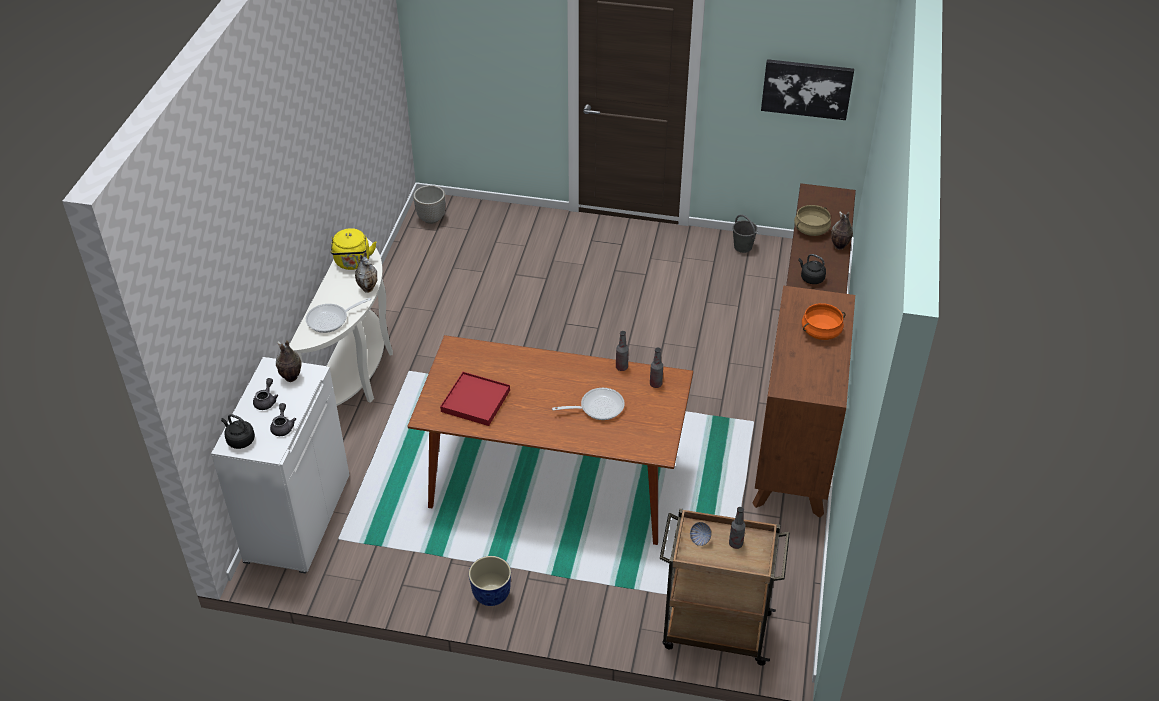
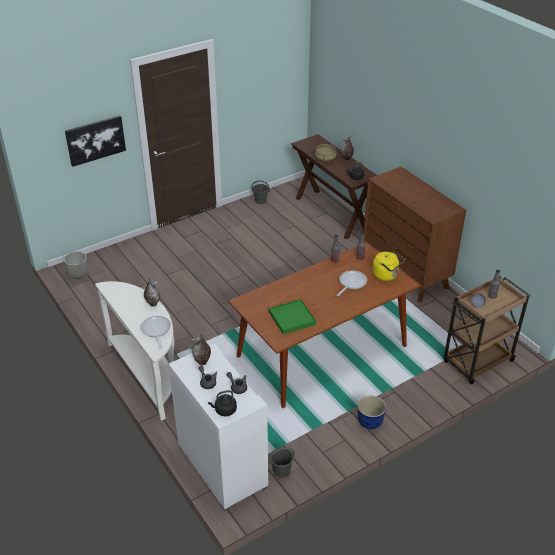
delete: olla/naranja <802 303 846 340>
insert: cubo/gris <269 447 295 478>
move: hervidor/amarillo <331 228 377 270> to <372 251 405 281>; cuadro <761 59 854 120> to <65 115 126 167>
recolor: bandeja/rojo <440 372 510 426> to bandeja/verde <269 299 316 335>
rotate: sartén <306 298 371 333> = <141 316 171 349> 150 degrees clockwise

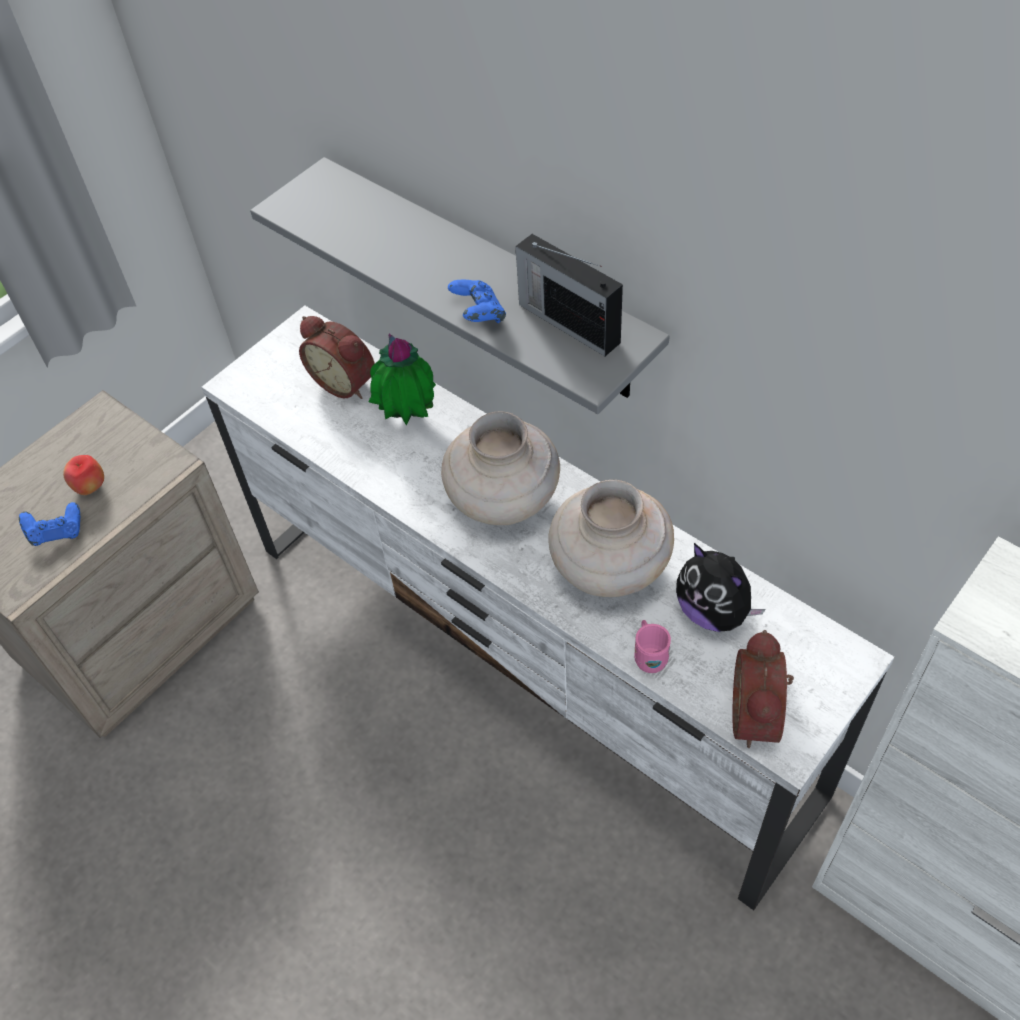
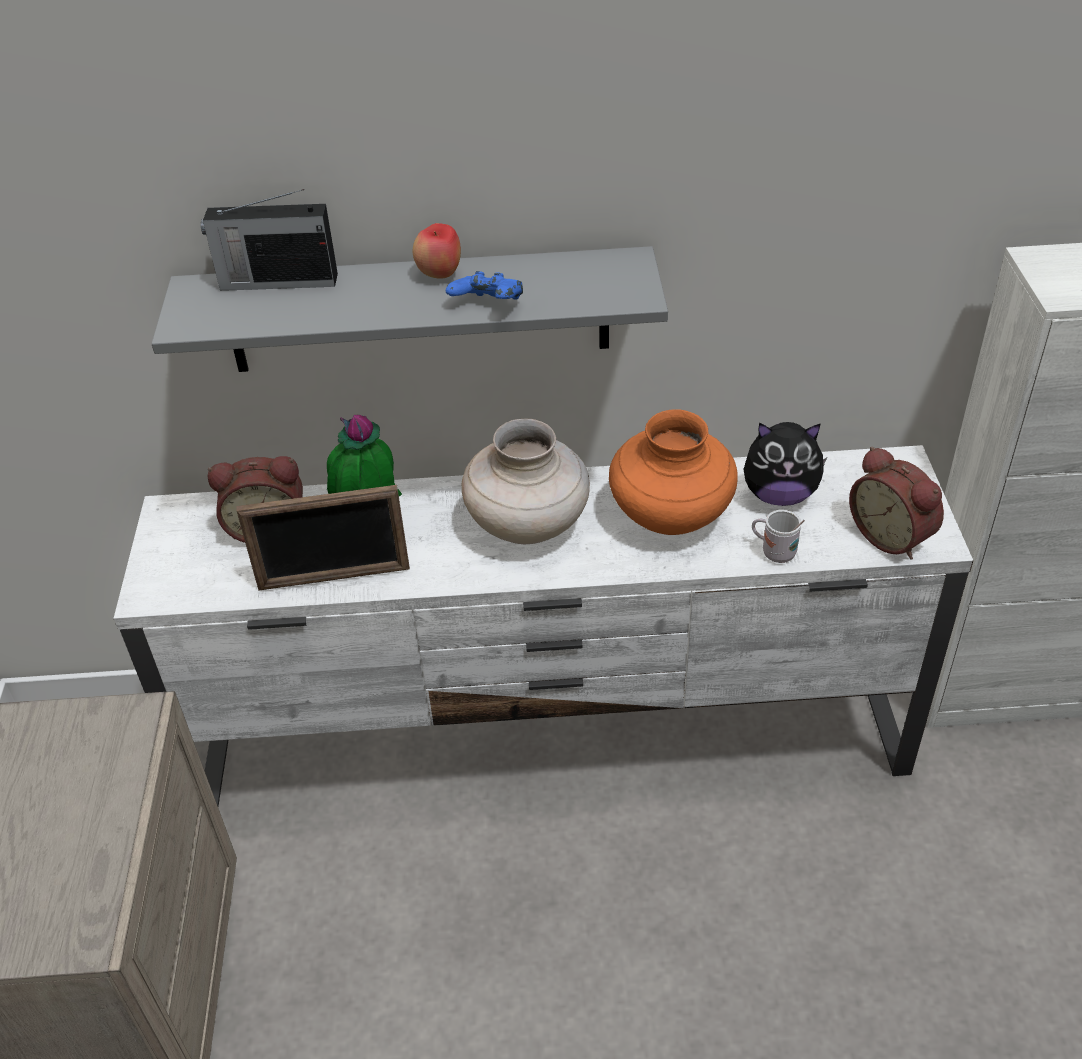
delete: mando de consola/azul <19 502 80 546>
insert: portarretratos <236 485 410 591>
move: manzana <63 455 104 495> to <413 223 461 279>; radio <515 234 623 356> to <201 189 338 291>
recolor: florero/beis <548 480 674 597> to florero/naranja <609 409 738 535>; taza grande/rosa <634 620 671 673> to taza grande/blanco <752 510 805 563>

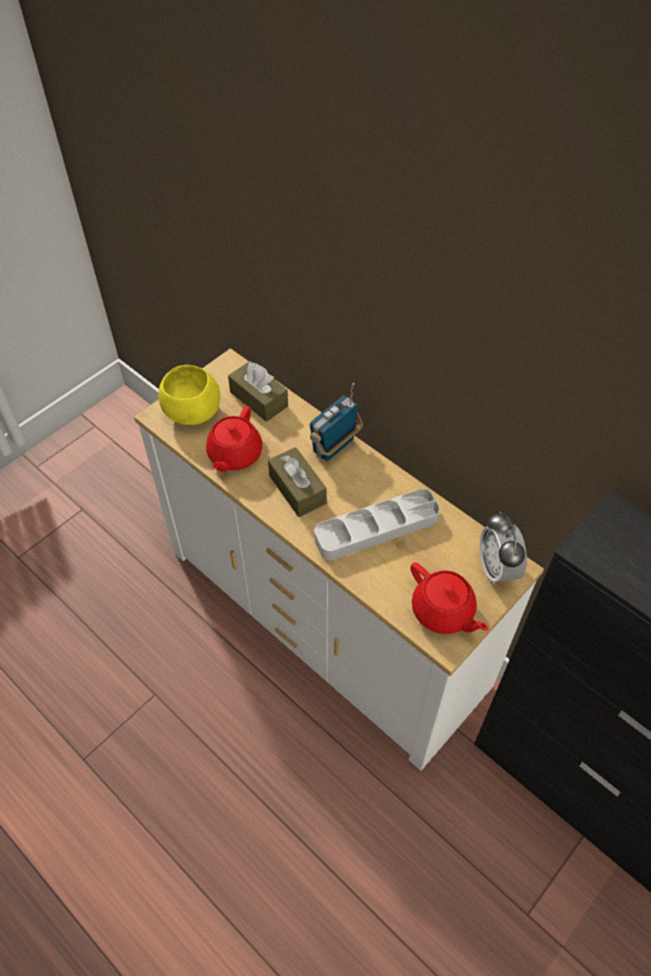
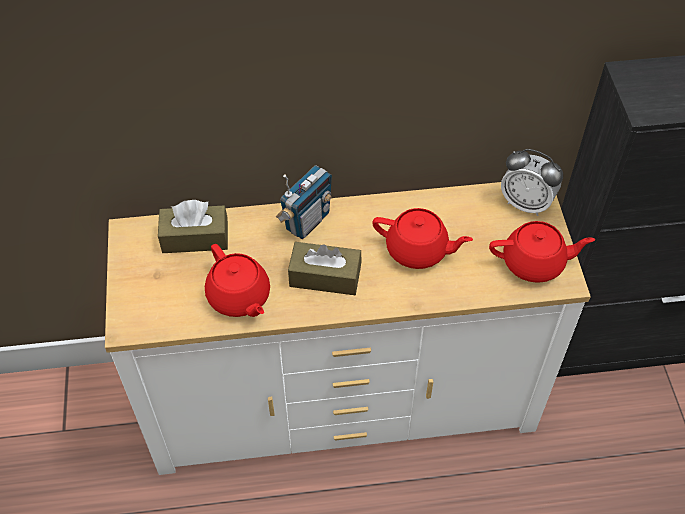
delete: cuenco/amarillo <158 365 220 425>
replace: bandeja/gris <314 489 440 560> to tetera/rojo <372 208 473 269>
rotate: radio <310 383 363 461> = <276 165 332 239> 135 degrees counterclockwise

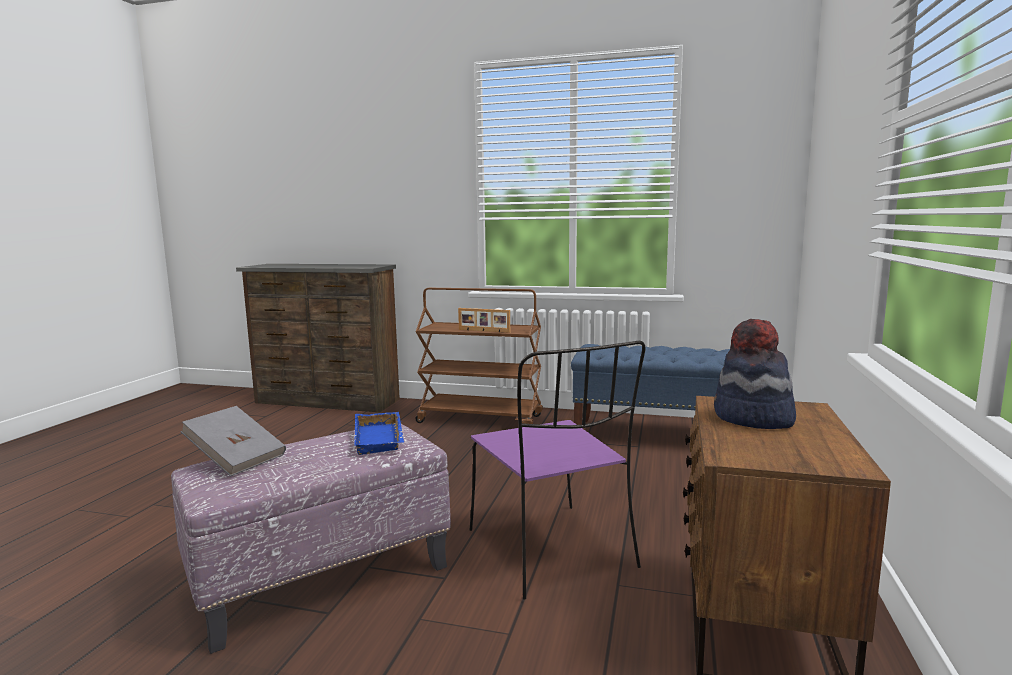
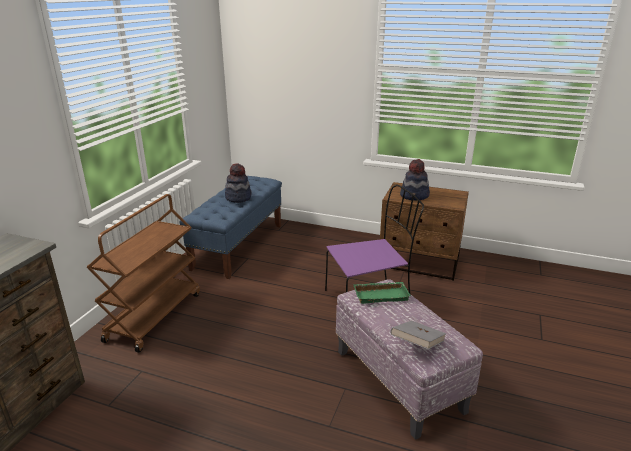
delete: portarretratos <458 308 510 333>
insert: sombrero <225 163 252 203>
recolor: bandeja/azul <354 412 404 455> to bandeja/verde <353 282 411 304>

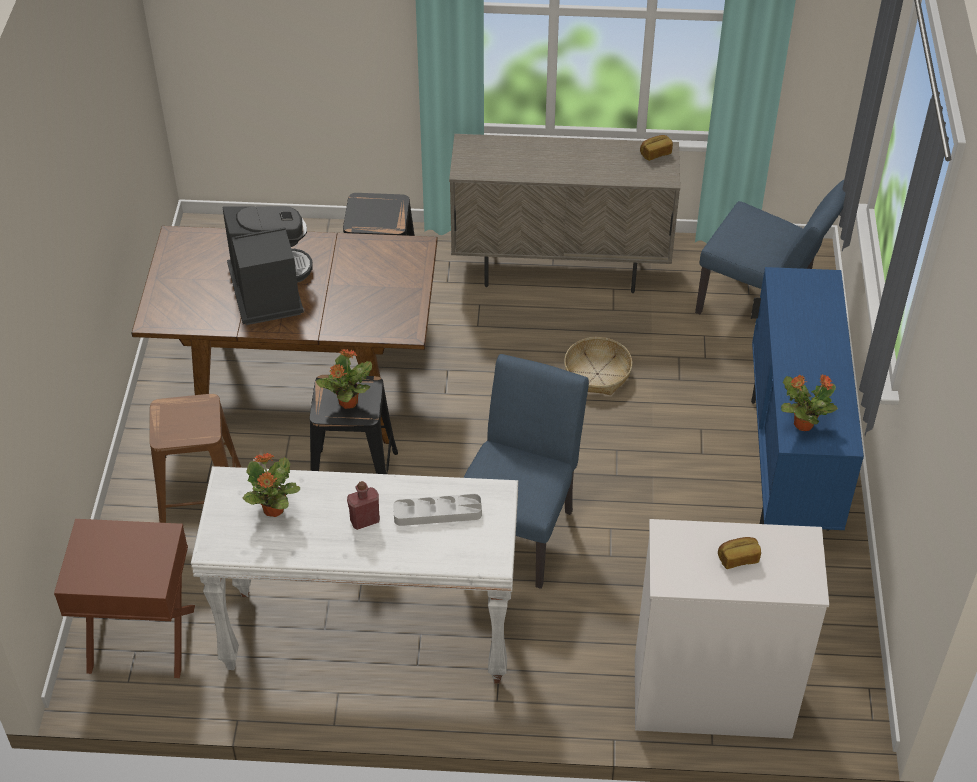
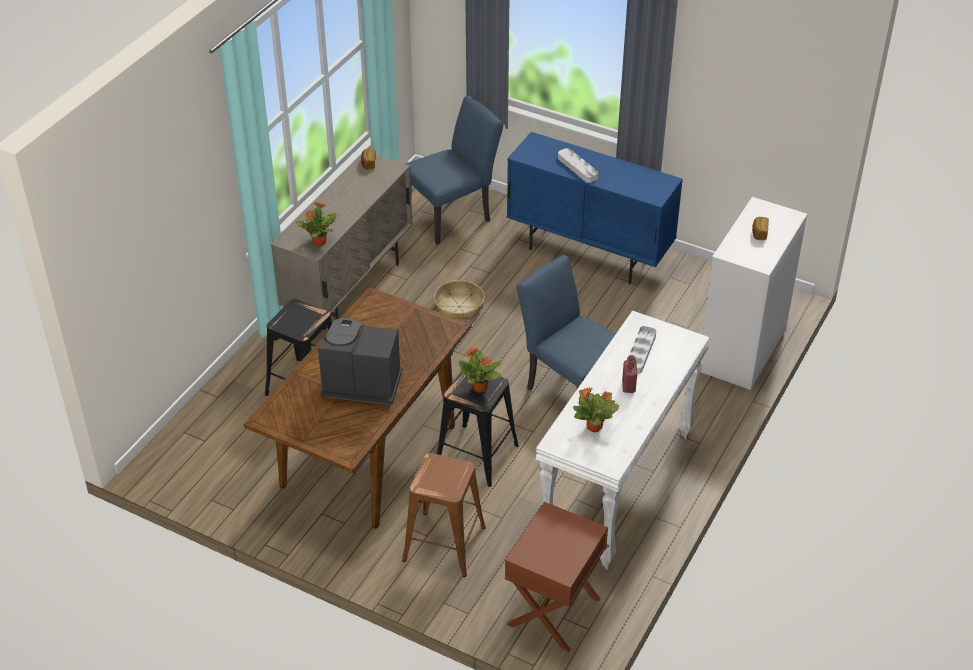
insert: bandeja/gris <558 148 598 183>
move: planta en maceta <781 375 838 431> to <296 202 337 246>

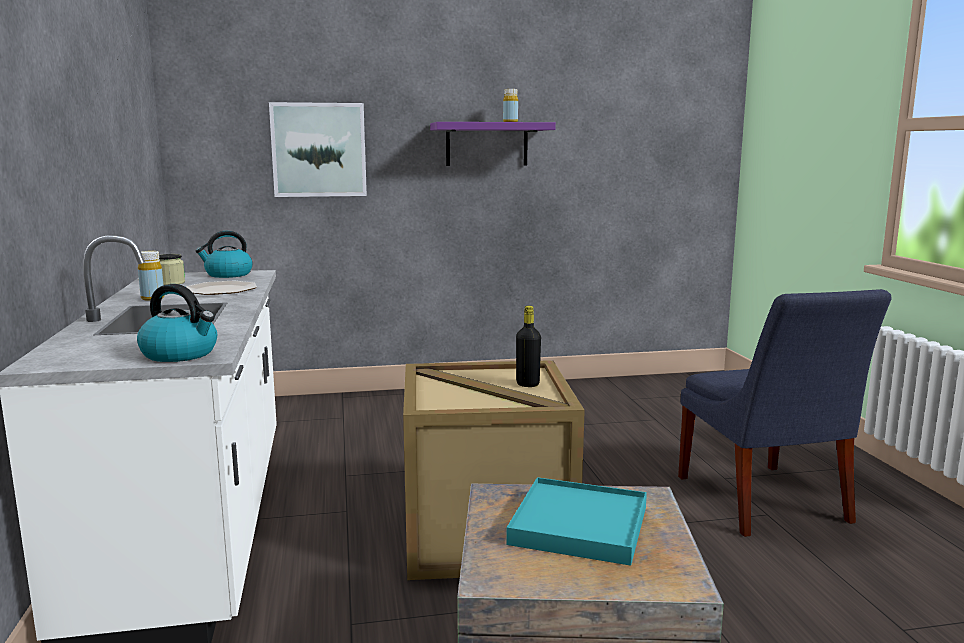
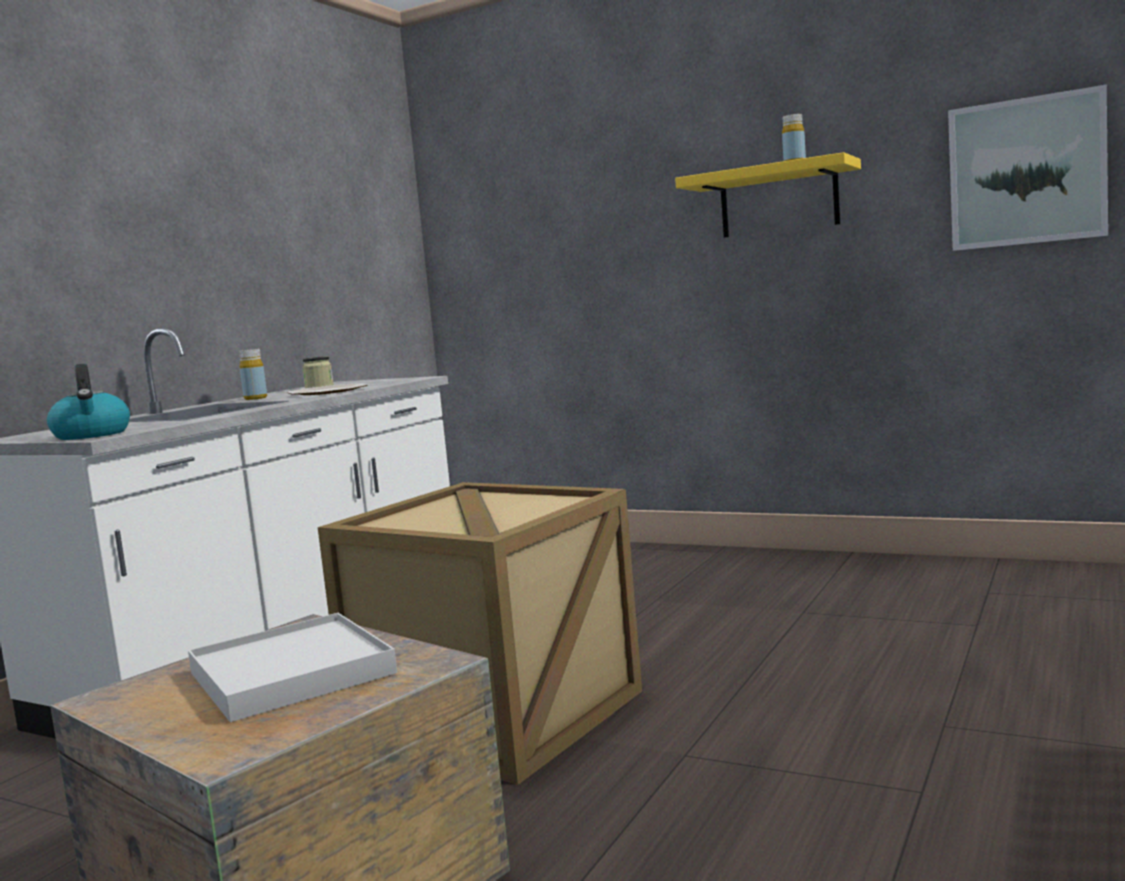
delete: hervidor <195 231 253 278>; botella/negro <516 306 541 387>; silla/azul <678 289 891 537>
move: cuadro <269 102 367 197> to <948 85 1108 251>
recolor: estante/morado <430 122 556 166> to estante/amarillo <675 152 861 238>; bandeja/turquesa <506 477 647 566> to bandeja/blanco <188 613 397 722>

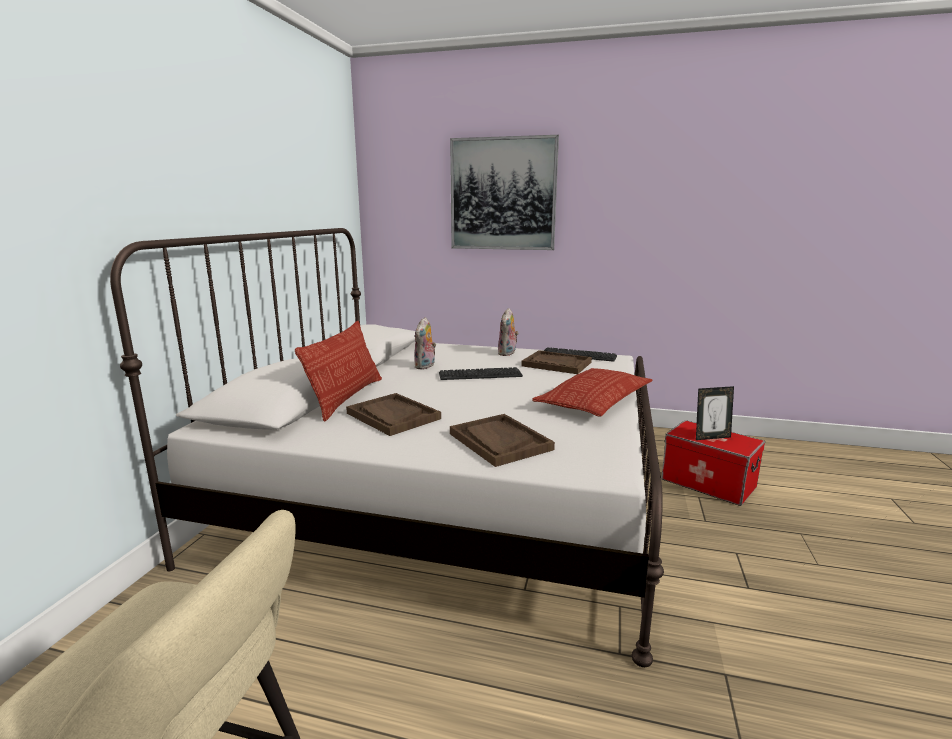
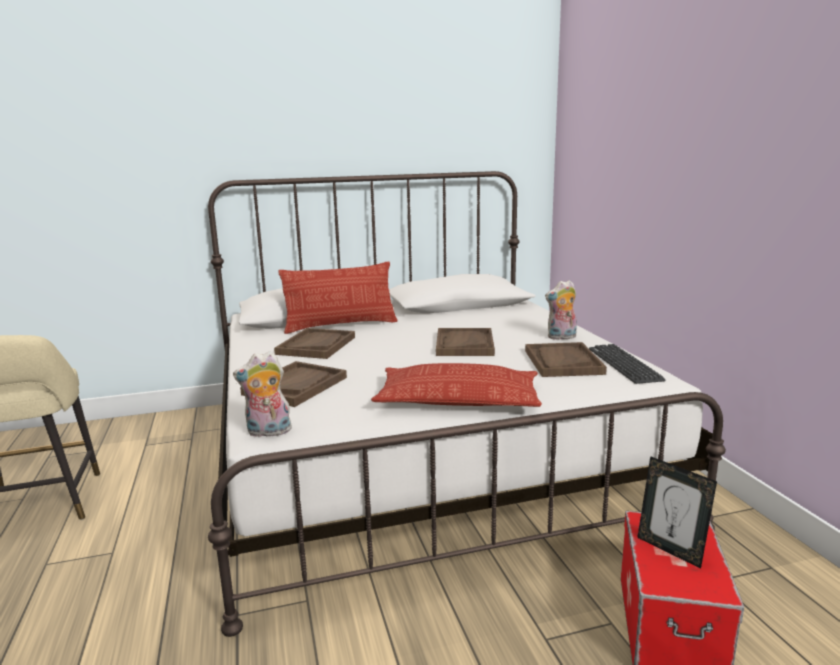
delete: cuadro <450 135 559 250>
move: peluche <414 317 436 370> to <233 351 293 437>
replace: teclado <439 367 523 380> to bandeja/marrón <436 328 495 356>

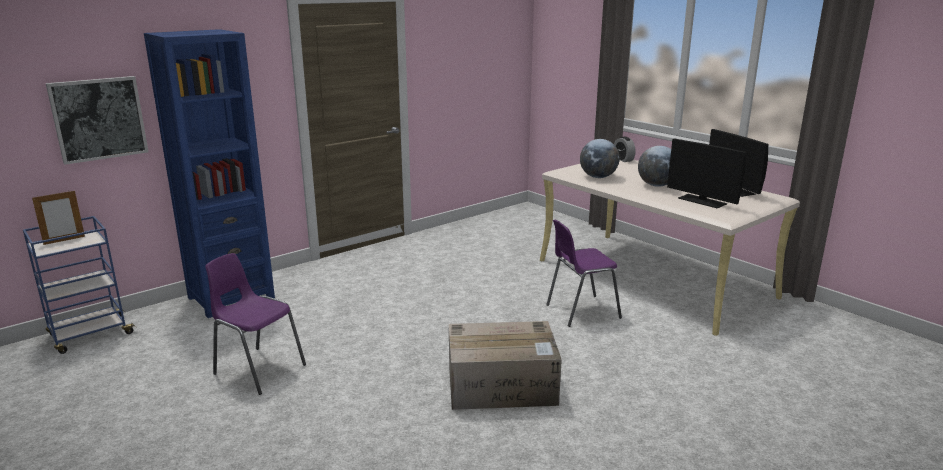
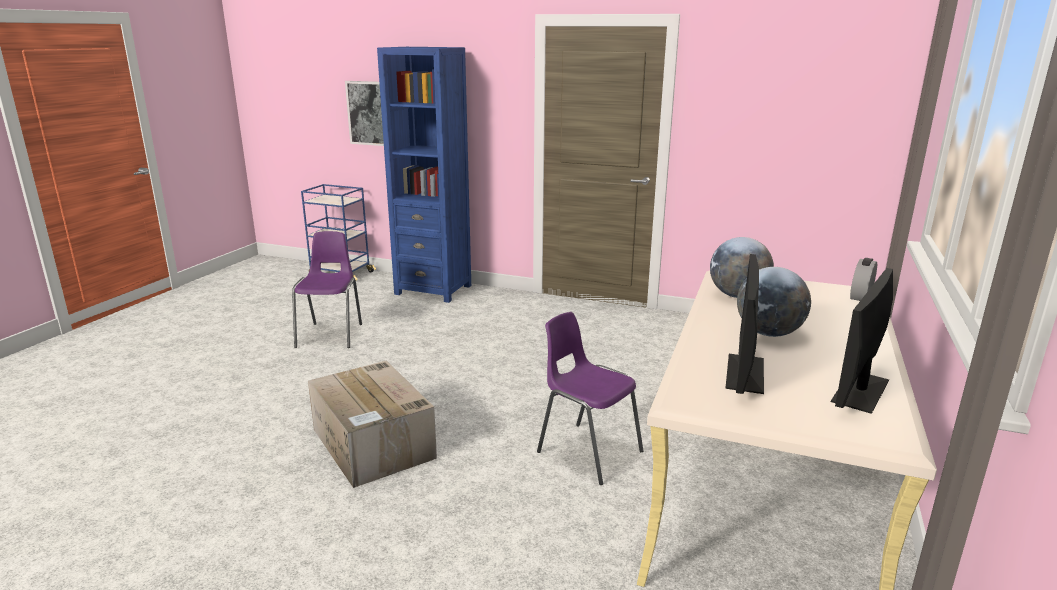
delete: portarretratos <32 190 85 245>

